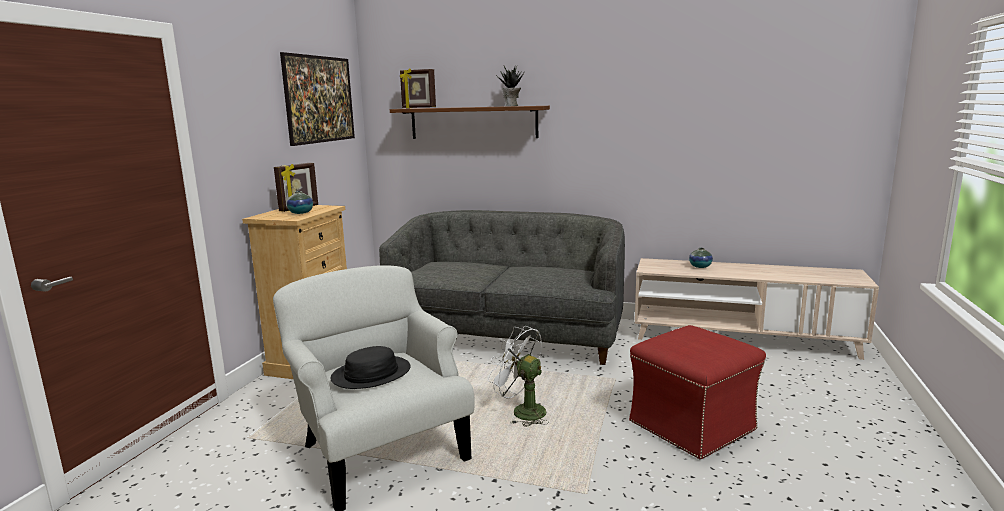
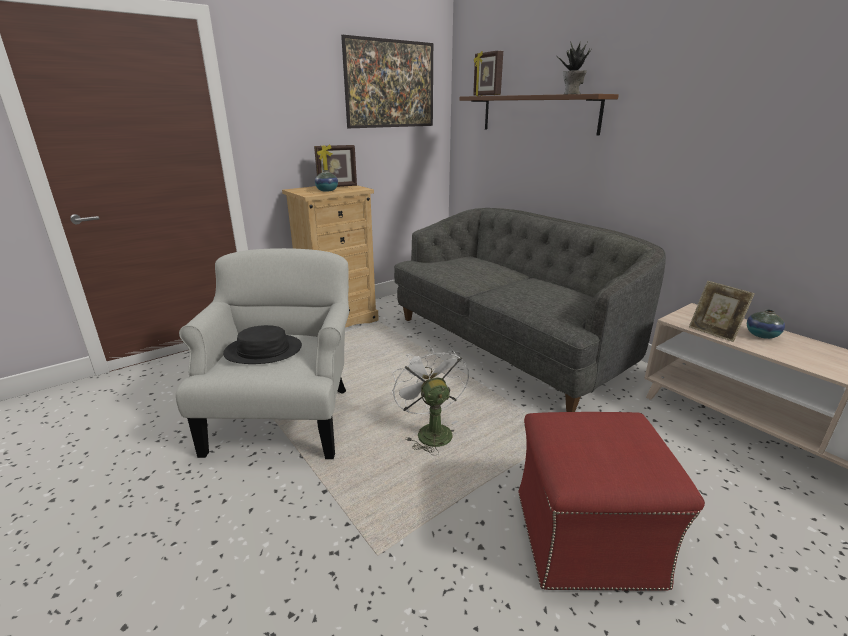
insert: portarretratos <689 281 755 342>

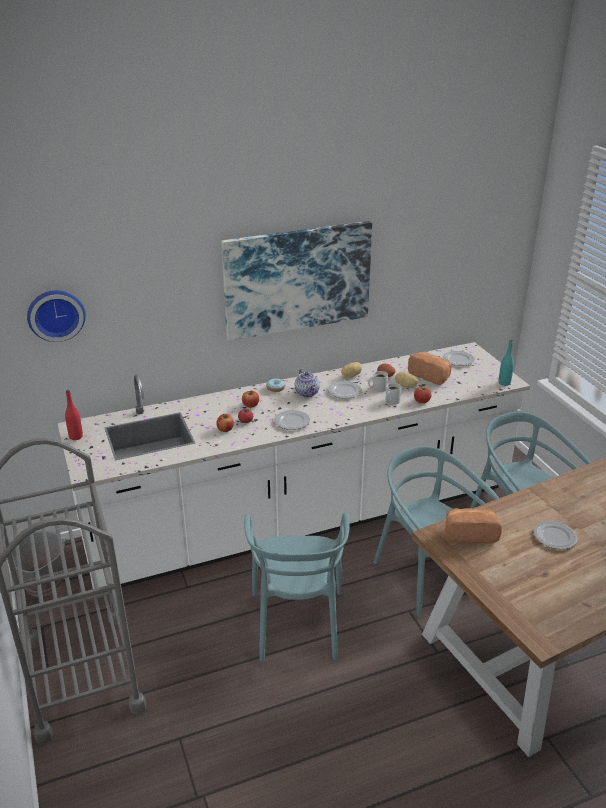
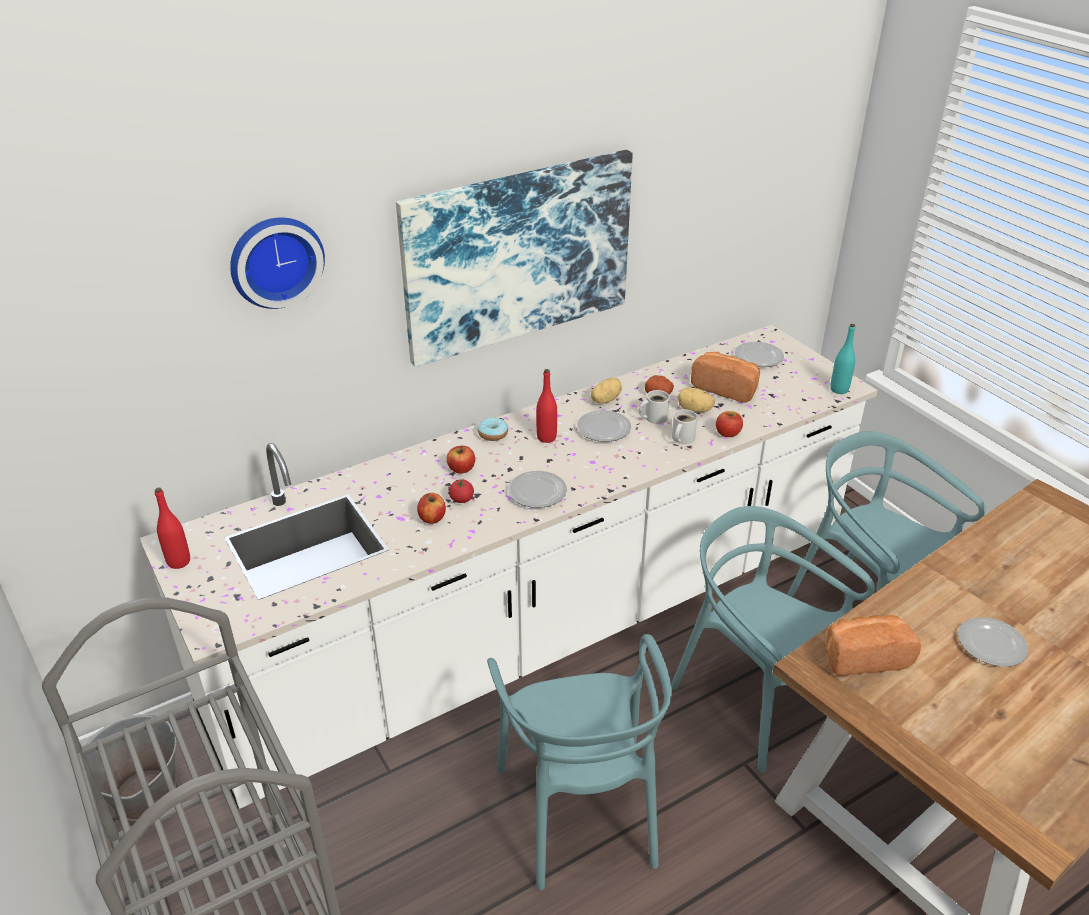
move: reloj de pared <27 290 86 342> to <230 217 325 309>
replace: tetera <295 369 320 397> to botella/rojo <536 369 557 443>

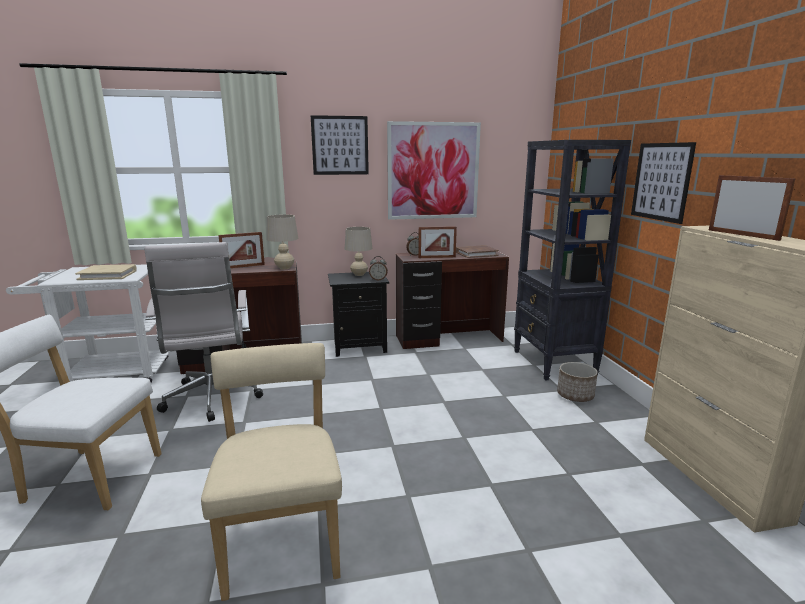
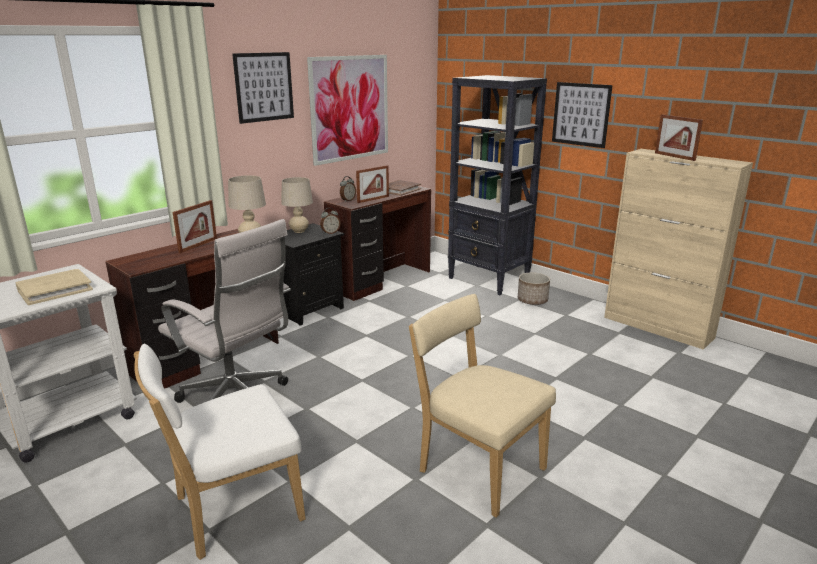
rotate: portarretratos <709 175 796 241> = <655 114 703 161> 150 degrees counterclockwise

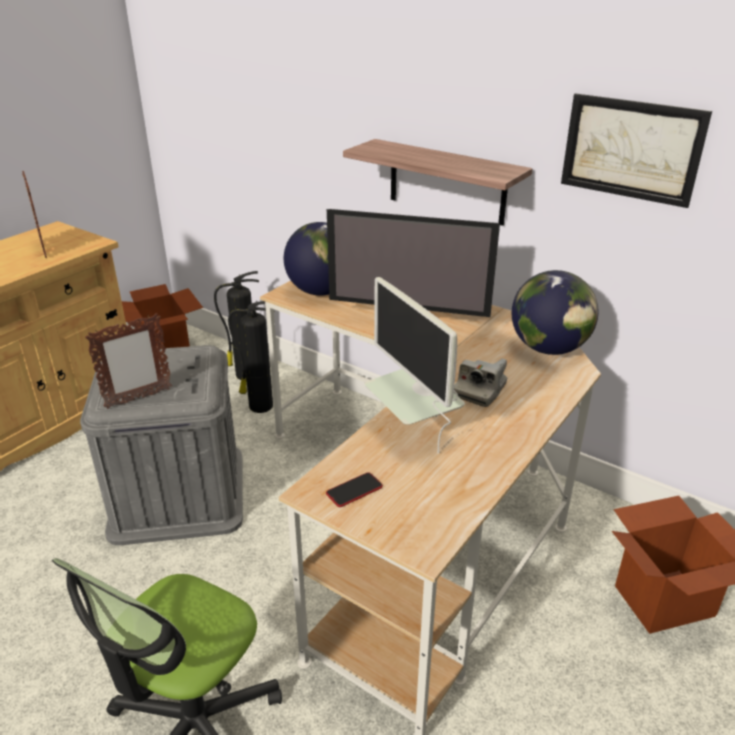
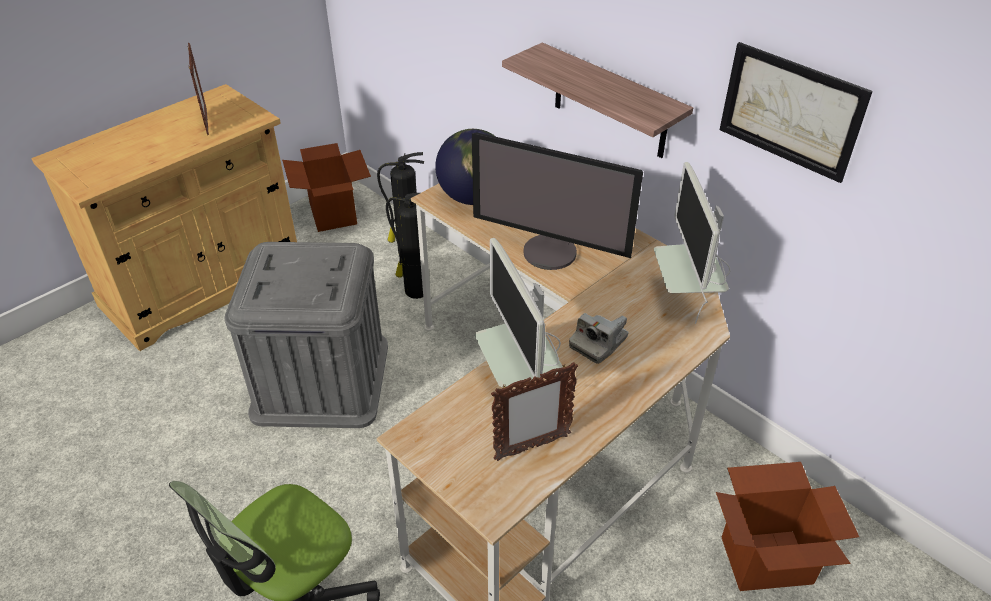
delete: móvil <326 472 383 507>
move: portarretratos <85 313 172 409> to <491 362 578 461>
replace: globo terráqueo <512 270 598 355> to monitor <654 162 730 324>

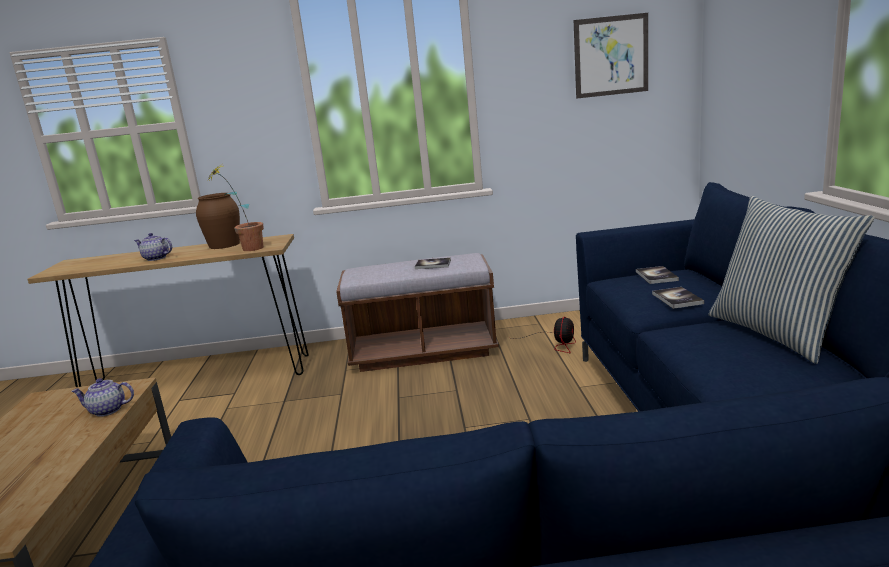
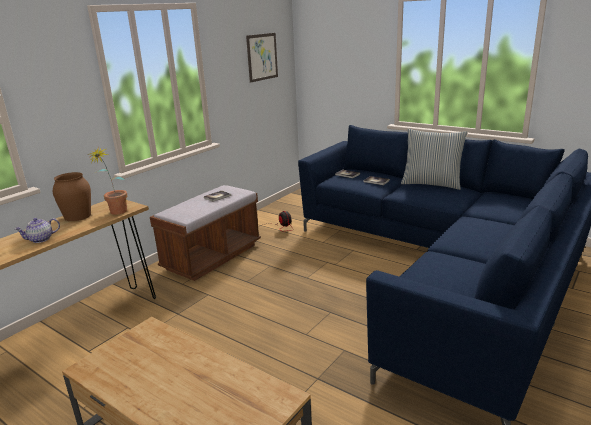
delete: tetera <71 378 134 417>

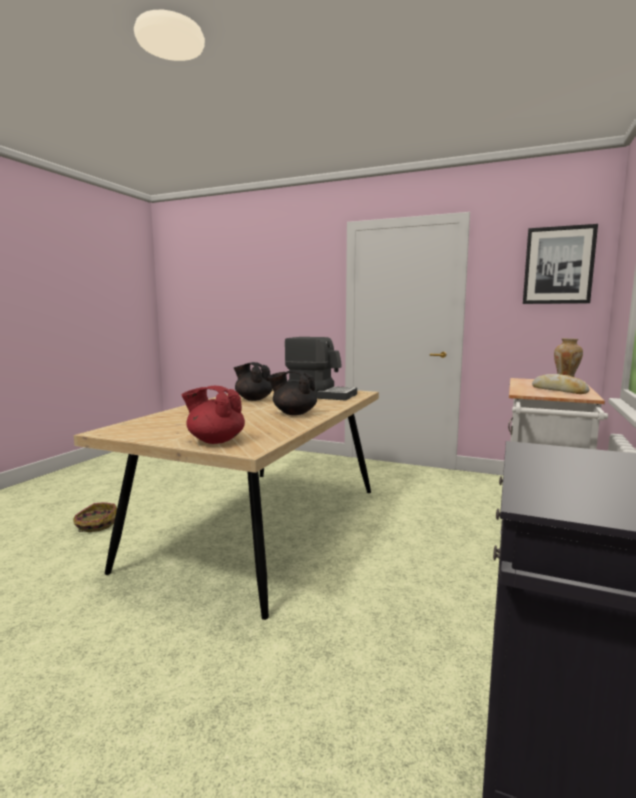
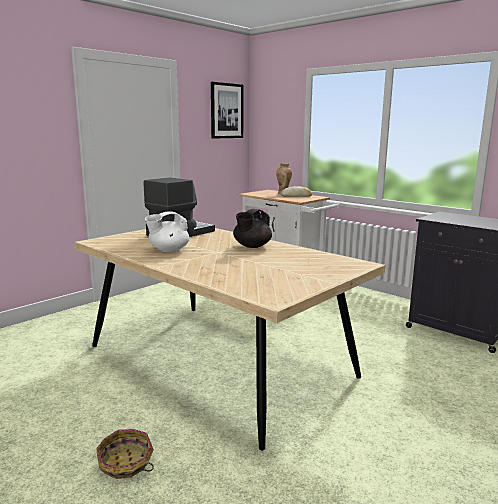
delete: tetera/rojo <182 386 245 444>
recolor: tetera/negro <234 362 273 401> to tetera/blanco <145 211 189 252>

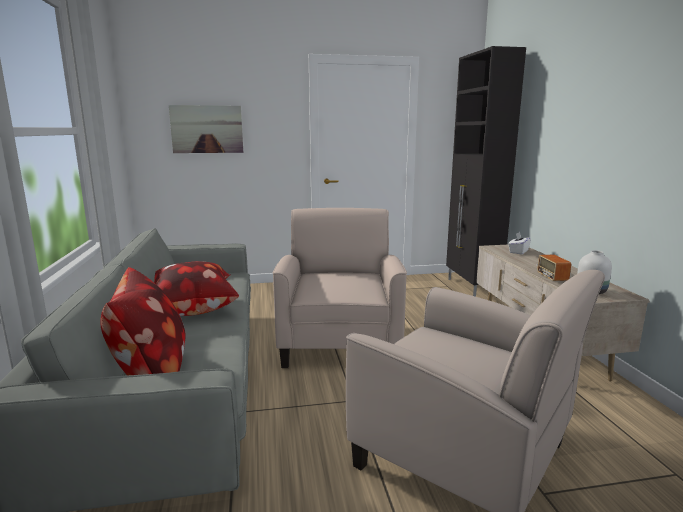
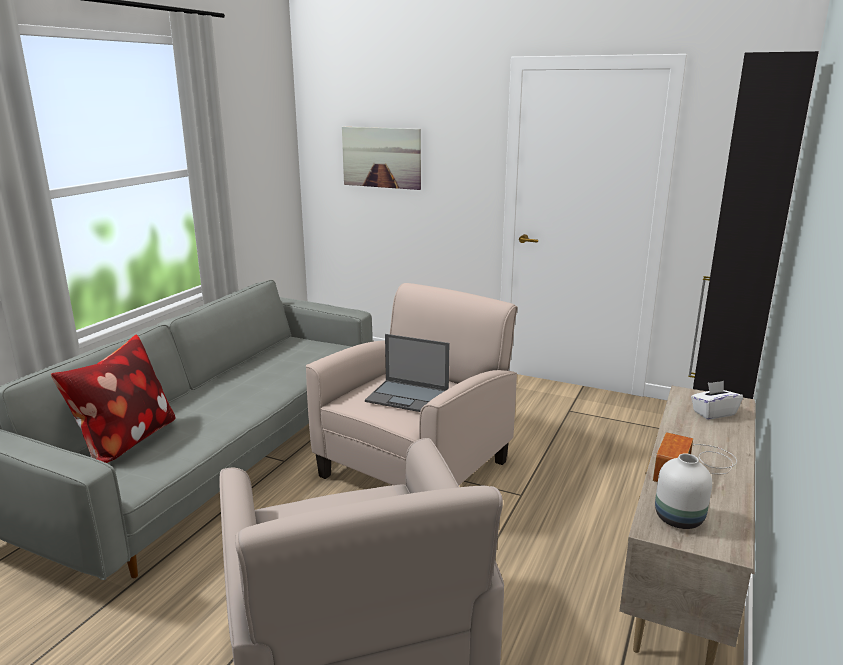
delete: cojín <154 261 239 316>
insert: portátil <365 334 449 412>

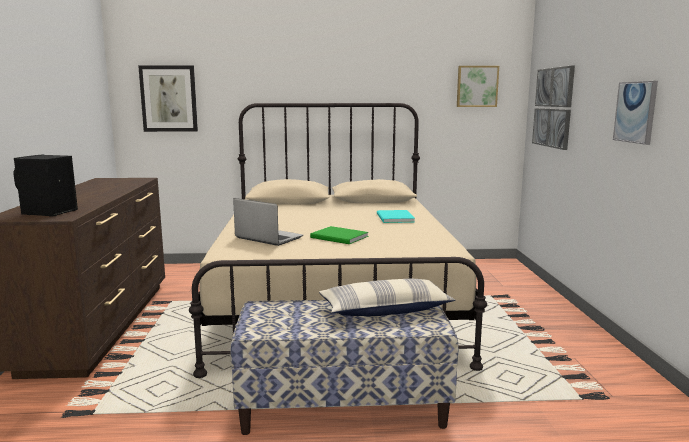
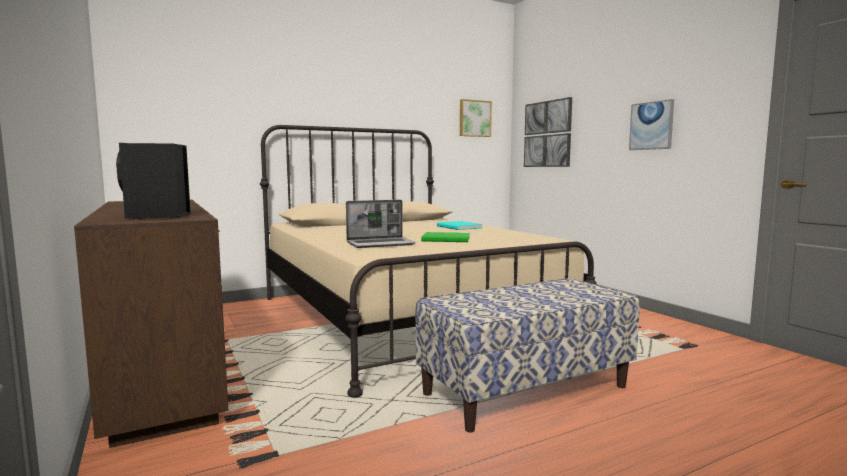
delete: cuadro <138 65 198 132>; cojín <319 279 455 316>
rotate: portátil <233 198 303 246> = <346 200 415 248> 150 degrees clockwise

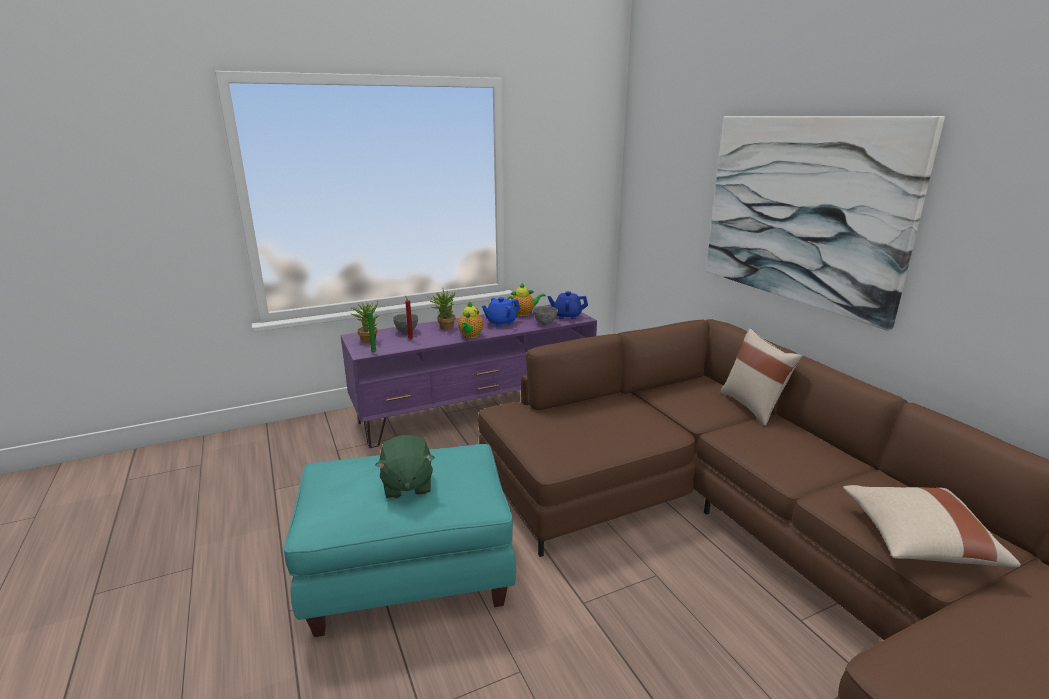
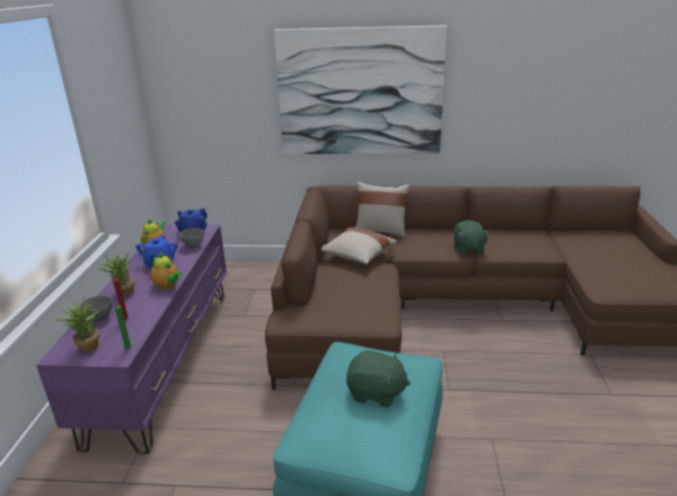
insert: peluche/verde <453 220 490 254>
move: cojín/beis <843 485 1021 567> to <321 228 397 264>

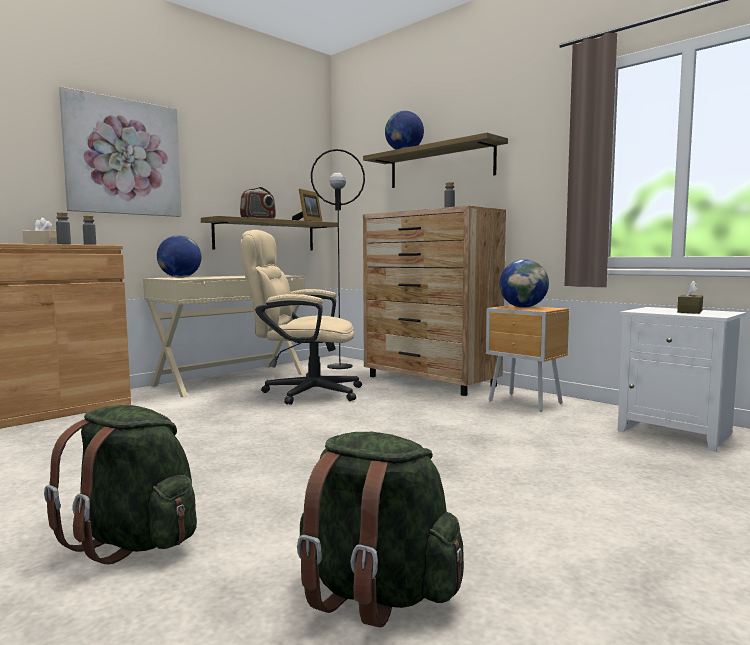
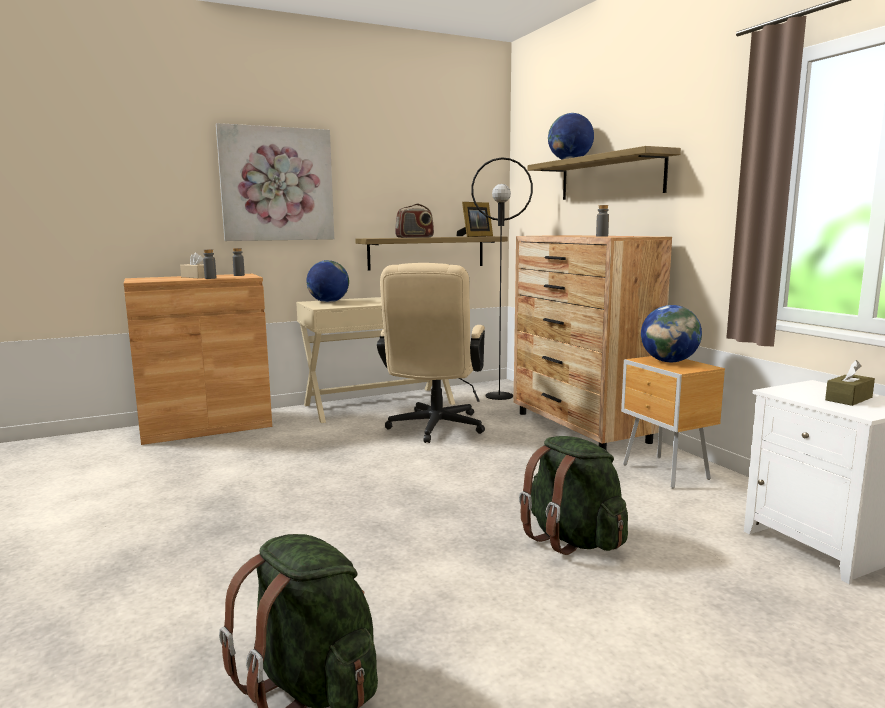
move: mochila/verde <44 405 197 564> to <519 436 628 555>
rotate: silla de oficina/beis <241 230 362 405> = <377 263 485 443> 105 degrees counterclockwise

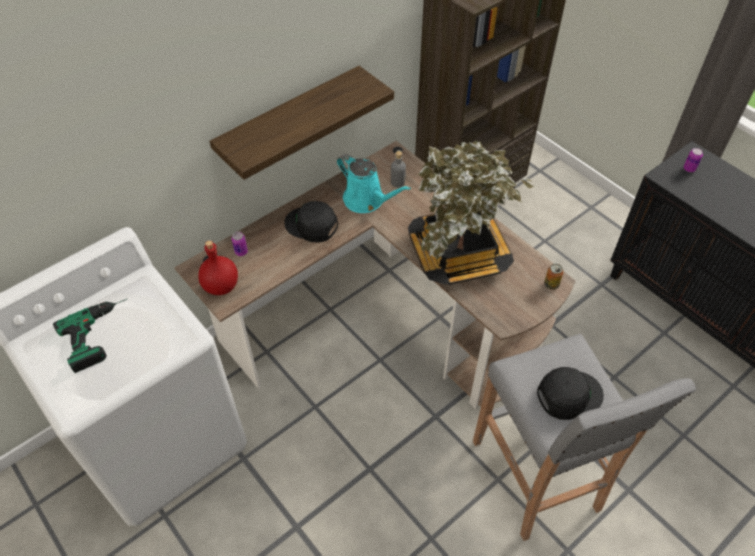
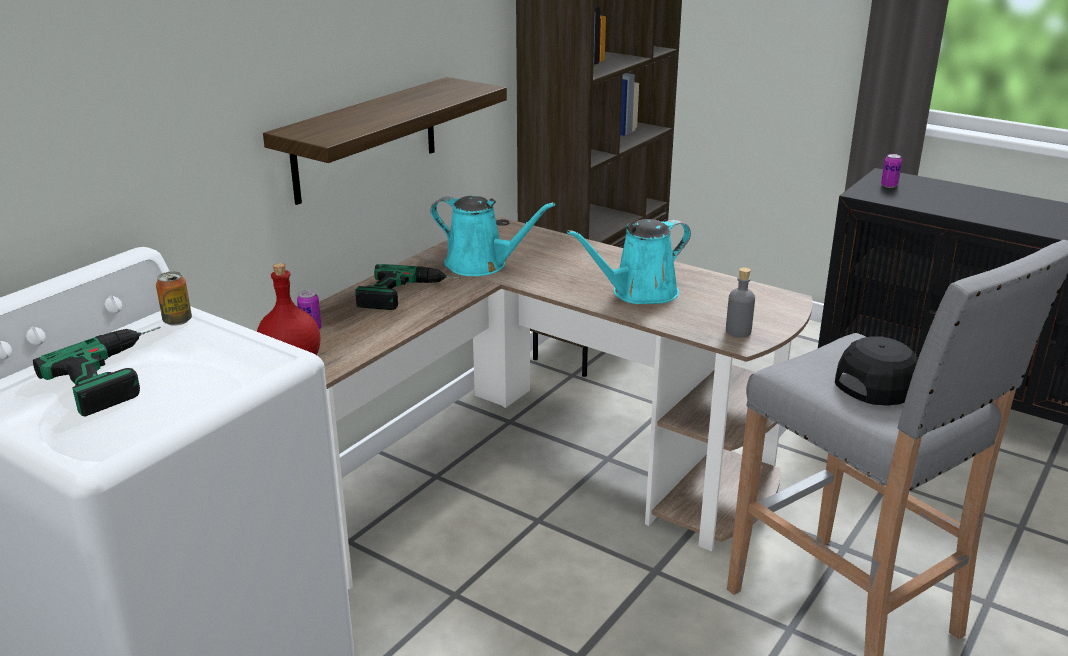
move: botella/gris <391 151 406 187> to <726 267 755 338>; lata <544 264 563 290> to <156 272 192 326>
replace: gorra/negro <284 201 338 243> to taladro <355 264 461 310>; planta en maceta <408 141 535 285> to regadera/turquesa <567 219 691 304>

